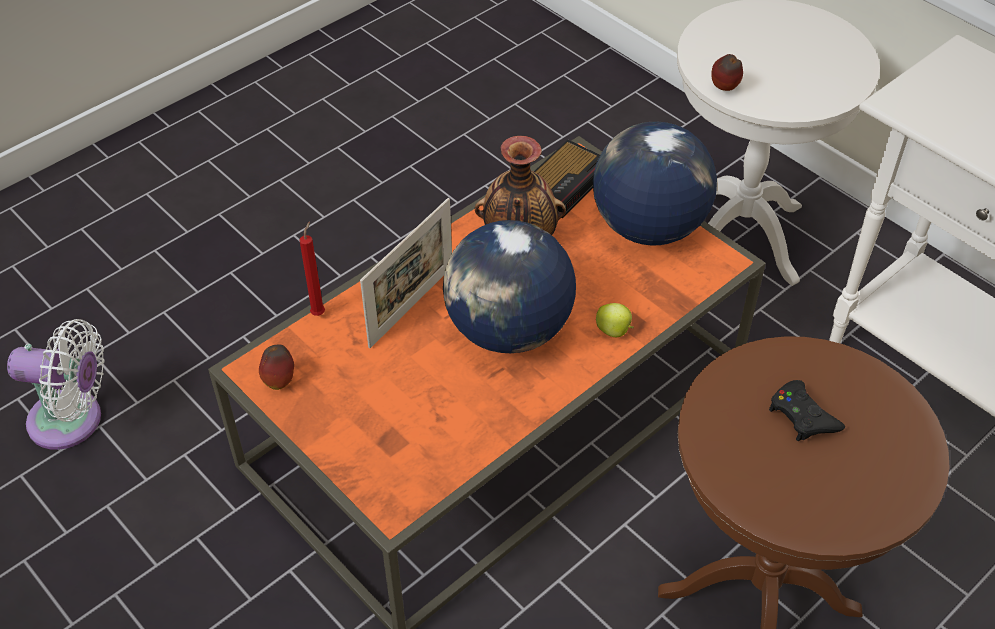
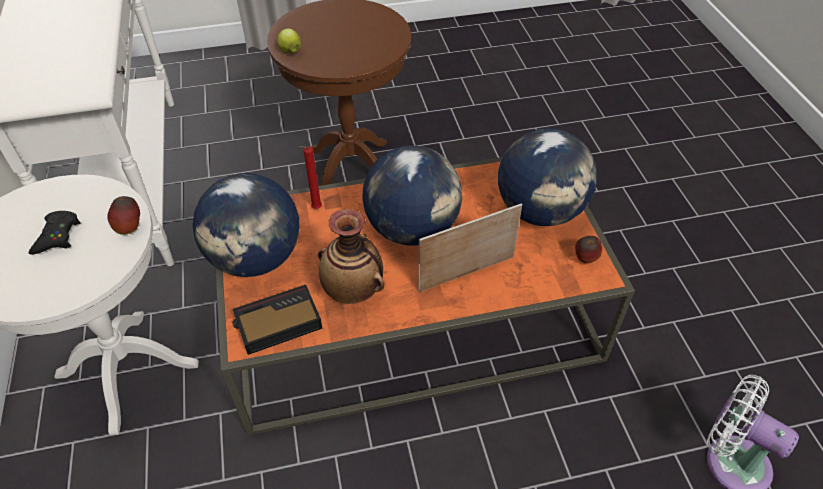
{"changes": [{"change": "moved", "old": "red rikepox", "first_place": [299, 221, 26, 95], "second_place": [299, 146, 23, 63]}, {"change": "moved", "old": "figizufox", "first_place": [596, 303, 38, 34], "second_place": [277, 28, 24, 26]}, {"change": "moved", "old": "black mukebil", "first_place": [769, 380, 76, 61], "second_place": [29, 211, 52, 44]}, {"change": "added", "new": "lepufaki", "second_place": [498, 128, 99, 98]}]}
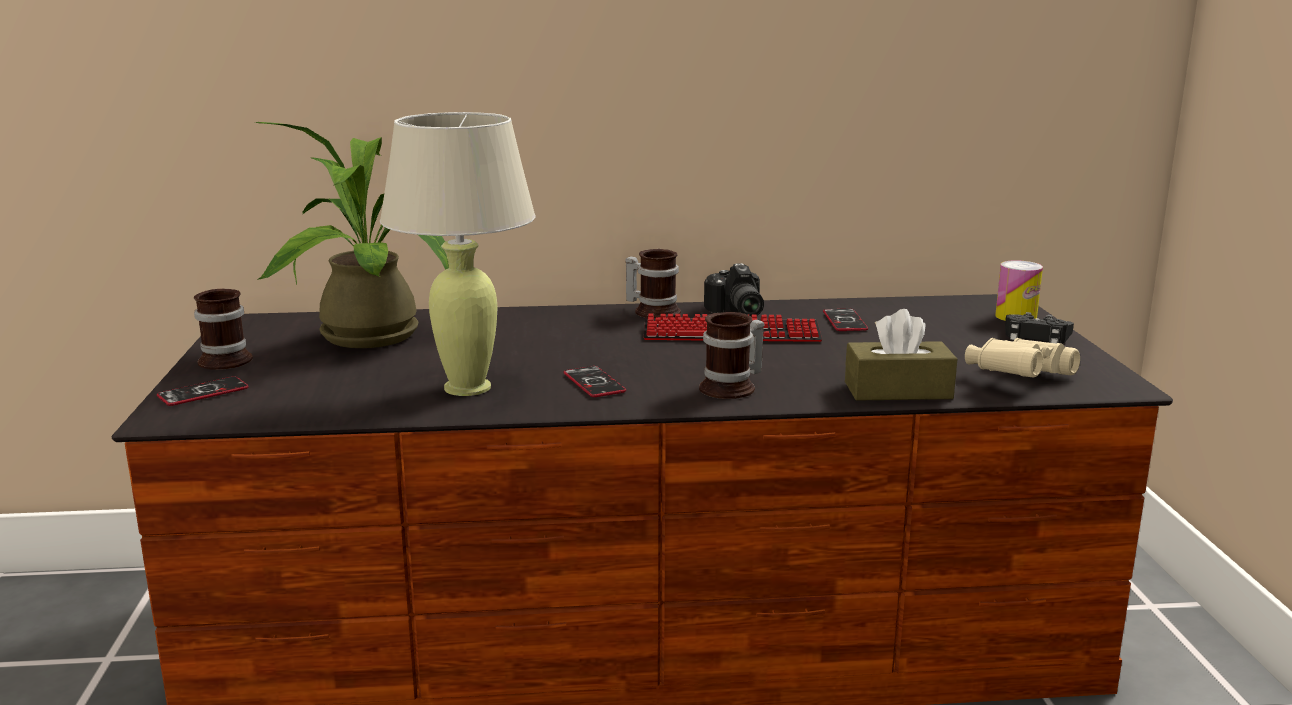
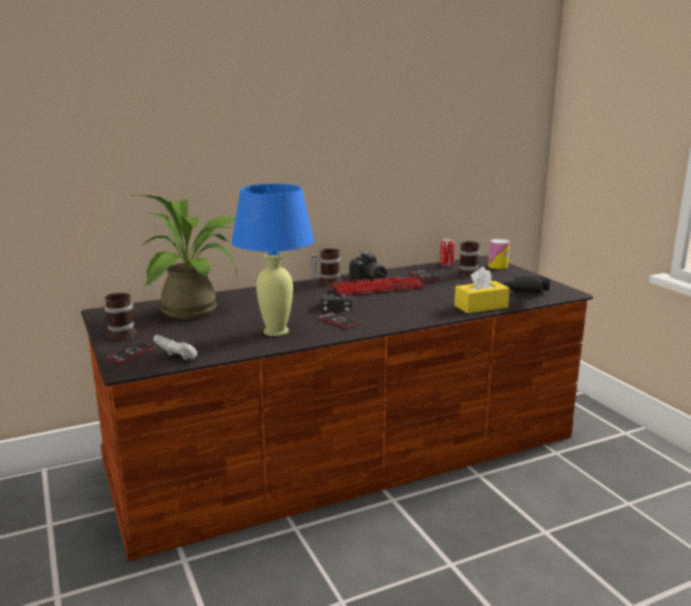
{"changes": [{"change": "recoloured", "old": "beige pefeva", "new": "blue pefeva", "first_place": [380, 112, 156, 284], "second_place": [231, 184, 83, 152]}, {"change": "recoloured", "old": "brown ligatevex", "new": "yellow ligatevex", "first_place": [845, 309, 112, 92], "second_place": [454, 267, 56, 46]}, {"change": "moved", "old": "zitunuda", "first_place": [699, 312, 65, 87], "second_place": [456, 241, 24, 36]}, {"change": "moved", "old": "black mukebil", "first_place": [1005, 312, 69, 32], "second_place": [320, 294, 36, 17]}, {"change": "recoloured", "old": "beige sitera", "new": "black sitera", "first_place": [965, 338, 115, 40], "second_place": [503, 276, 47, 17]}, {"change": "added", "new": "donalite", "second_place": [440, 239, 15, 27]}, {"change": "added", "new": "white mukebil", "second_place": [153, 335, 44, 26]}]}
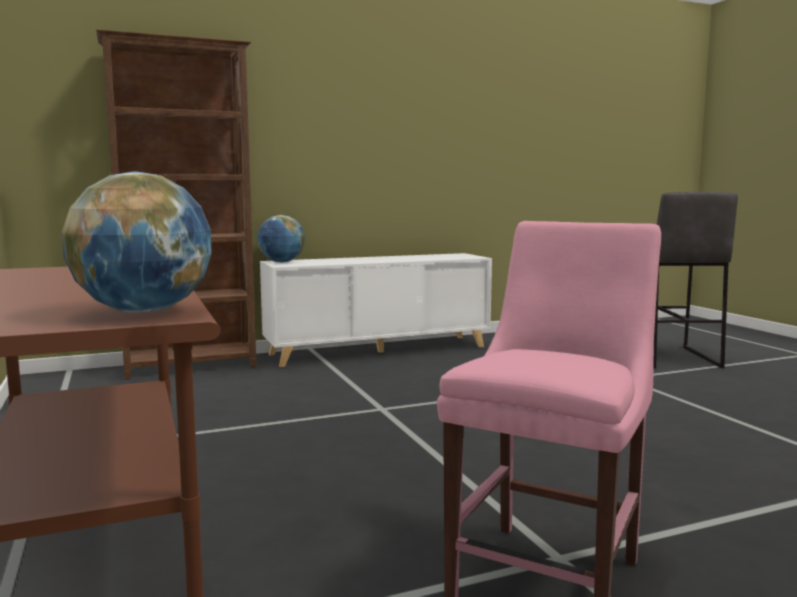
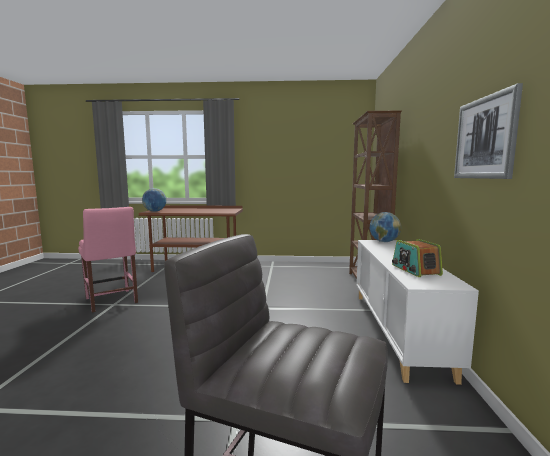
{"changes": [{"change": "added", "new": "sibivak", "second_place": [454, 83, 69, 96]}, {"change": "added", "new": "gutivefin", "second_place": [392, 239, 51, 38]}]}
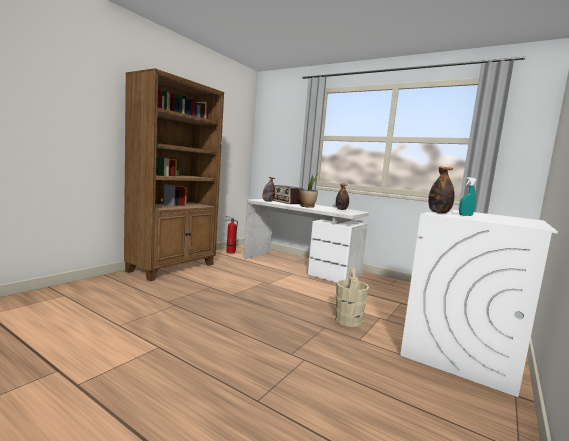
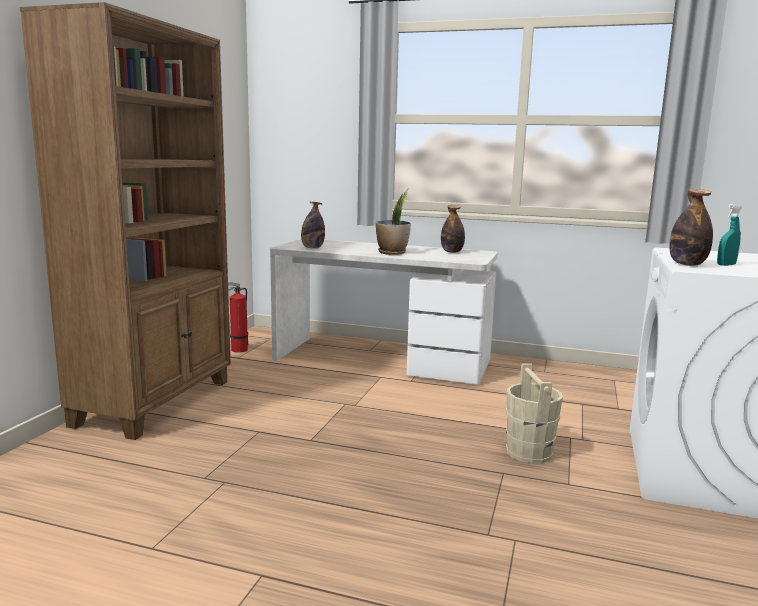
{"changes": [{"change": "removed", "old": "gutivefin", "first_place": [273, 185, 30, 19]}]}
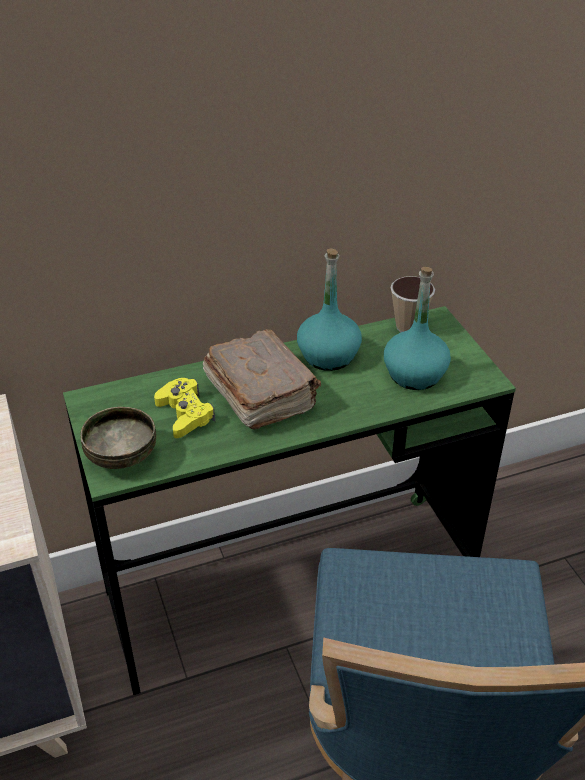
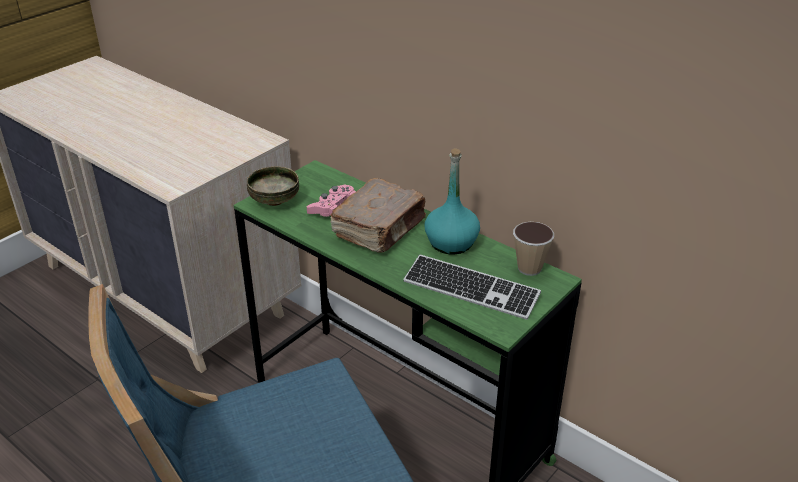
{"changes": [{"change": "replaced", "old": "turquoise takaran", "new": "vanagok", "first_place": [384, 267, 67, 123], "second_place": [403, 255, 138, 65]}, {"change": "recoloured", "old": "yellow mukebil", "new": "pink mukebil", "first_place": [154, 378, 61, 60], "second_place": [307, 184, 49, 33]}]}
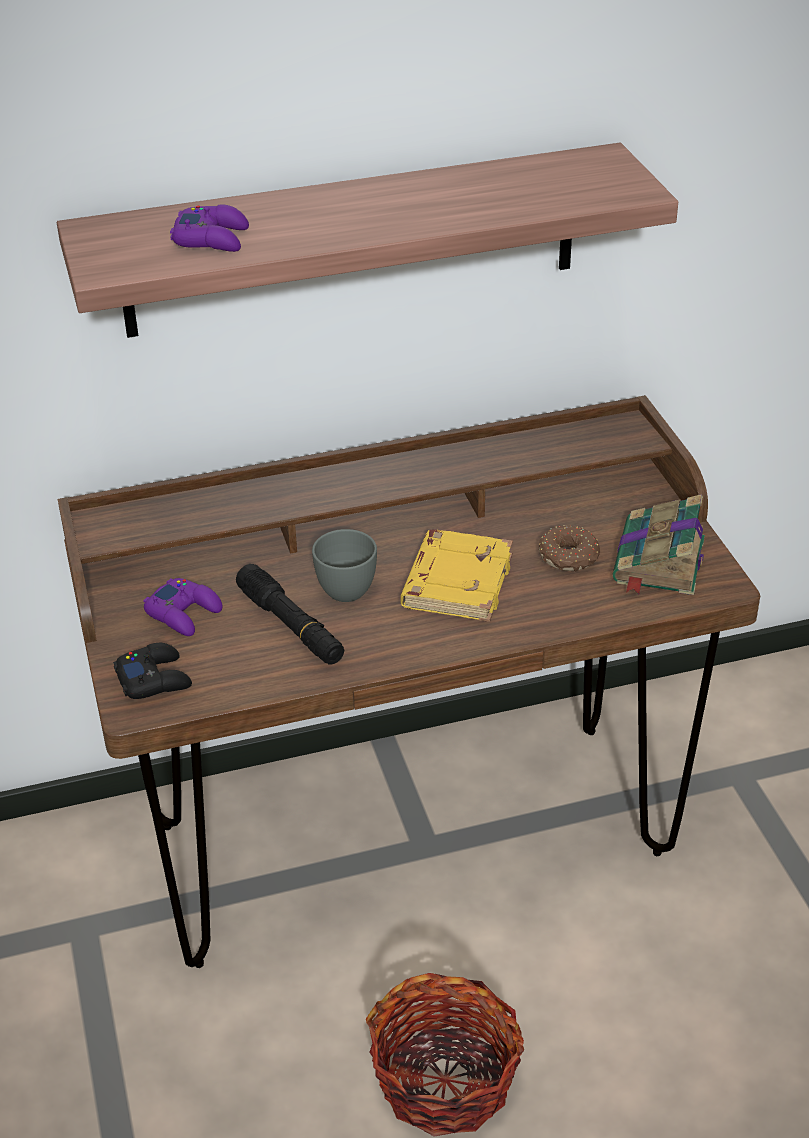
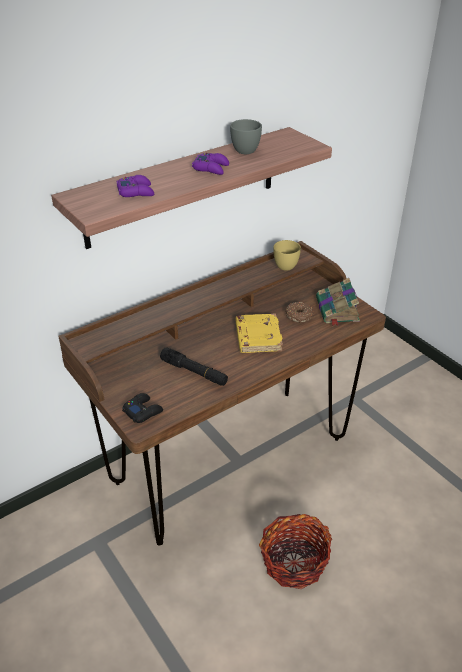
{"changes": [{"change": "moved", "old": "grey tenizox", "first_place": [312, 529, 65, 73], "second_place": [230, 119, 32, 35]}, {"change": "moved", "old": "purple mukebil", "first_place": [143, 578, 80, 58], "second_place": [192, 153, 37, 22]}, {"change": "added", "new": "yellow tenizox", "second_place": [273, 240, 28, 31]}]}
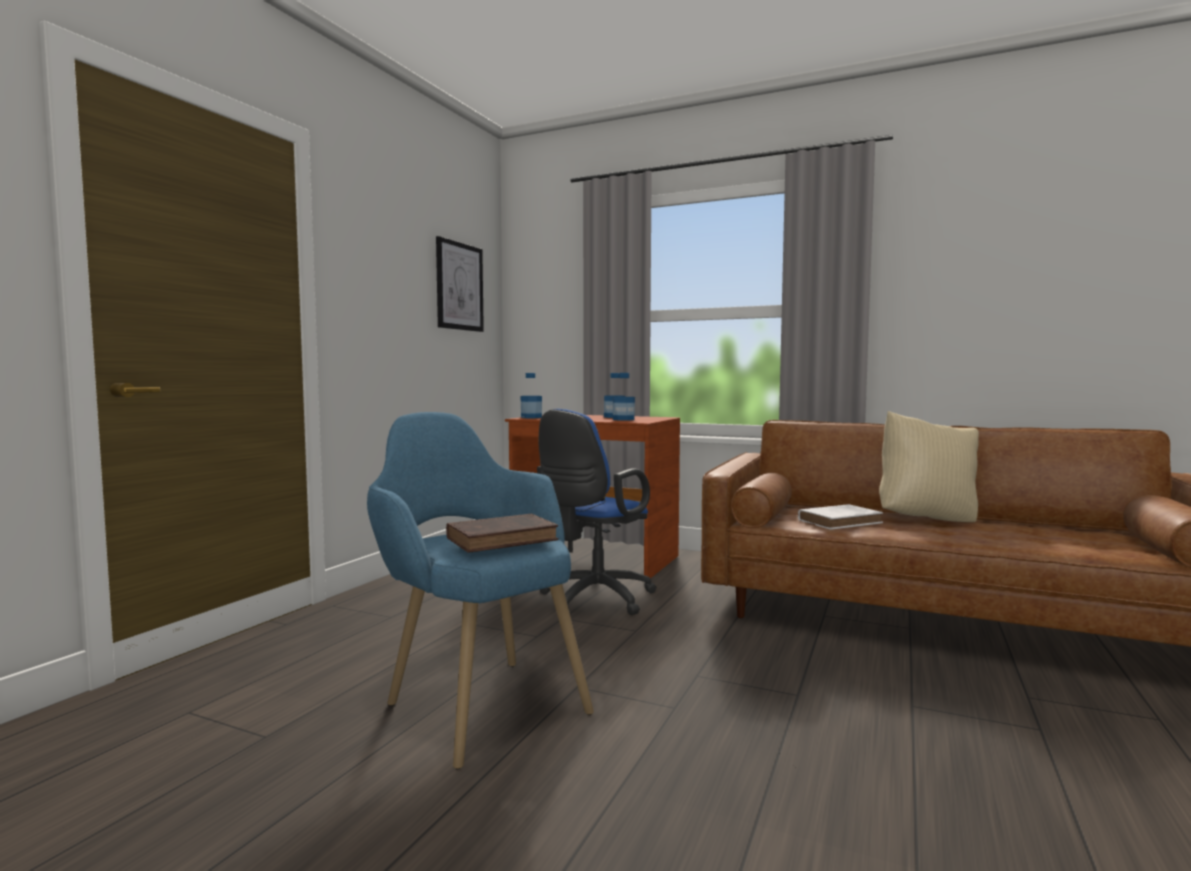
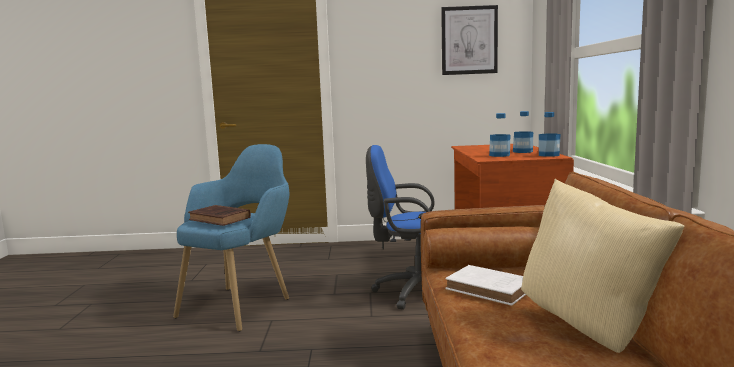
{"changes": [{"change": "moved", "old": "takaran", "first_place": [521, 373, 21, 45], "second_place": [539, 112, 21, 45]}]}
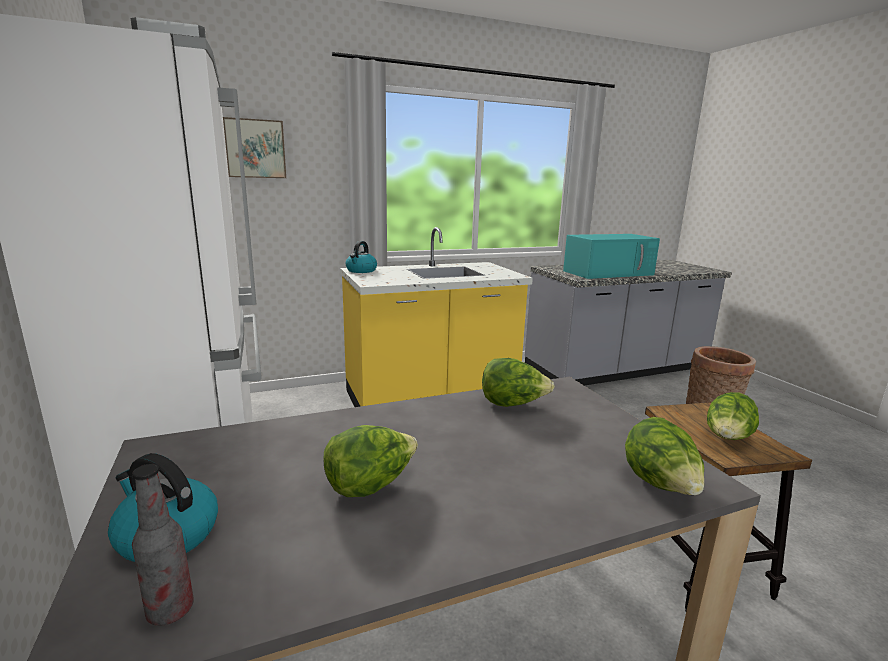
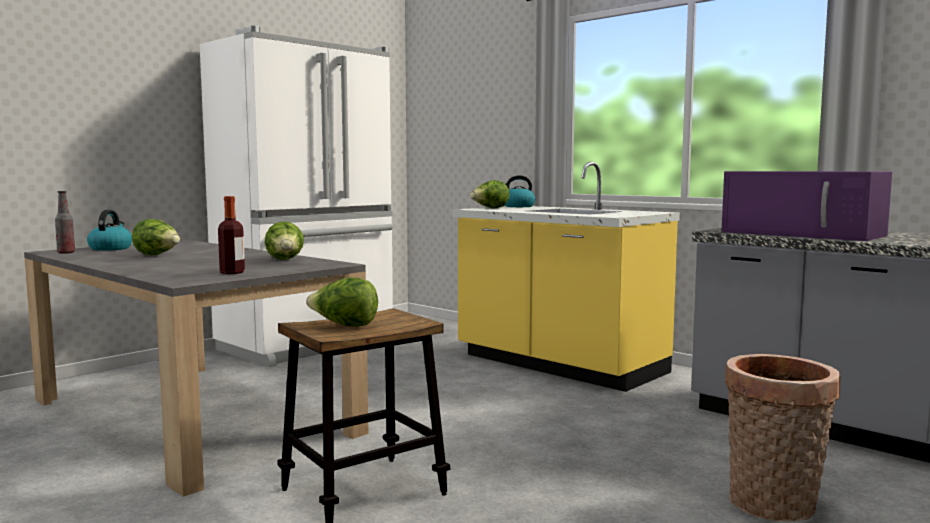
{"changes": [{"change": "removed", "old": "sibivak", "first_place": [223, 117, 63, 61]}, {"change": "recoloured", "old": "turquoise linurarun", "new": "purple linurarun", "first_place": [563, 234, 97, 45], "second_place": [721, 171, 171, 70]}, {"change": "moved", "old": "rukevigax", "first_place": [625, 417, 79, 78], "second_place": [470, 180, 39, 29]}, {"change": "added", "new": "takaran", "second_place": [218, 196, 27, 78]}]}
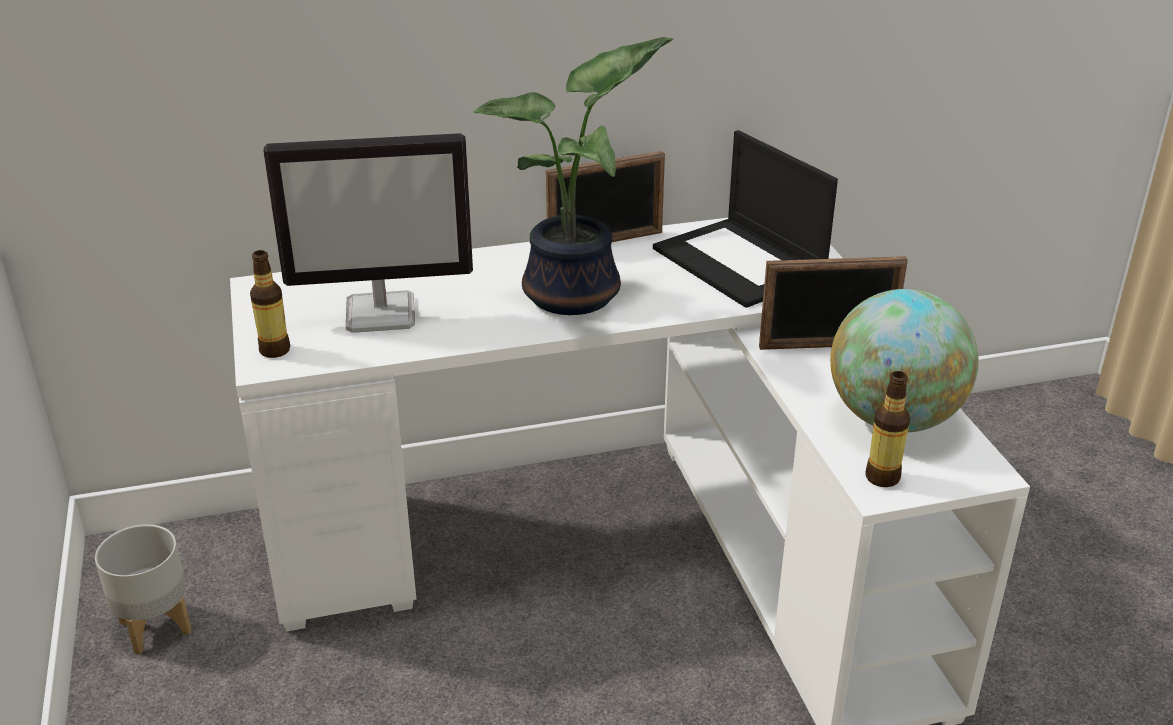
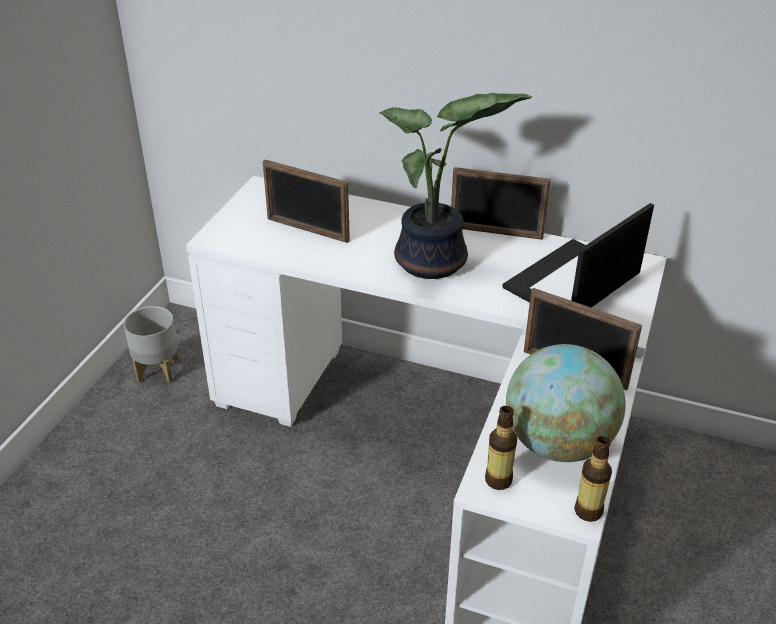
{"changes": [{"change": "turned", "old": "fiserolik", "first_place": [653, 130, 185, 178], "second_place": [502, 203, 152, 105], "degrees": 45}, {"change": "replaced", "old": "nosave", "new": "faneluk", "first_place": [263, 133, 210, 200], "second_place": [263, 160, 87, 83]}, {"change": "moved", "old": "takaran", "first_place": [250, 250, 40, 108], "second_place": [574, 436, 38, 86]}]}
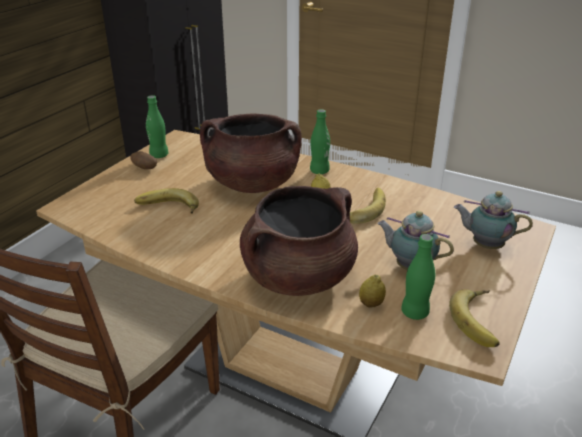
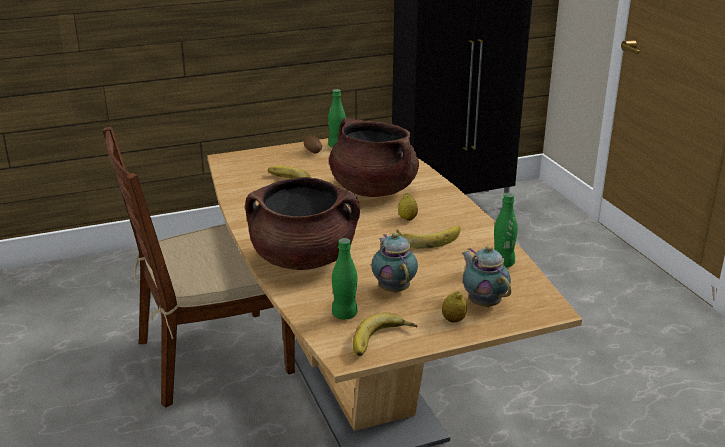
{"changes": [{"change": "moved", "old": "green takaran", "first_place": [310, 109, 20, 65], "second_place": [494, 193, 24, 74]}, {"change": "moved", "old": "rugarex", "first_place": [359, 275, 27, 33], "second_place": [442, 291, 25, 32]}]}
